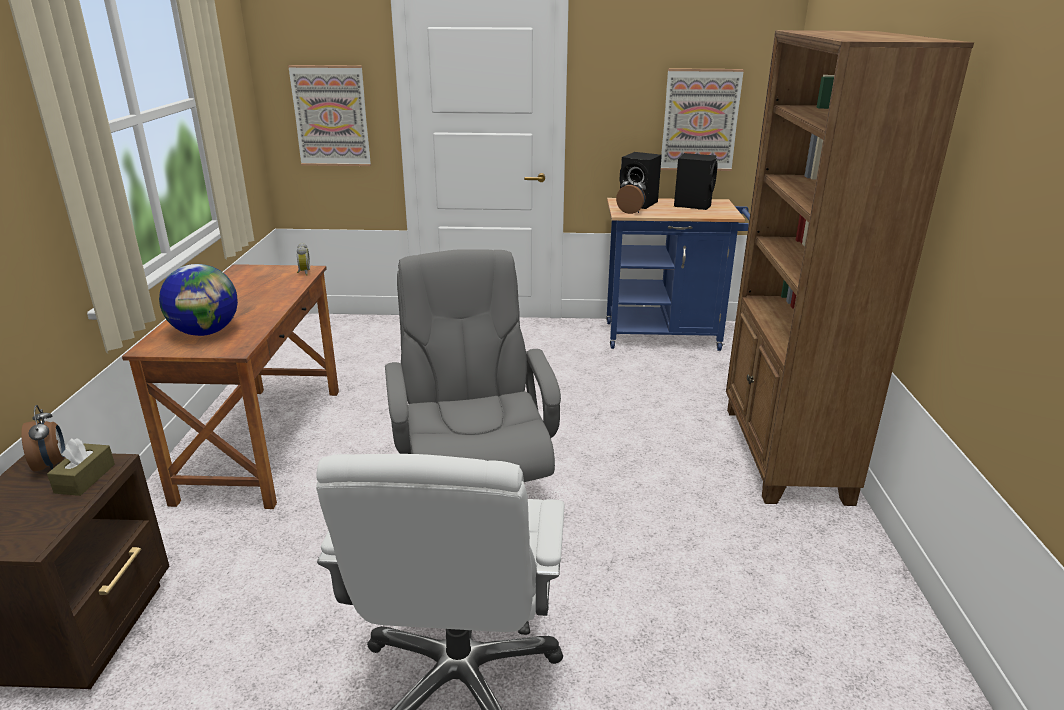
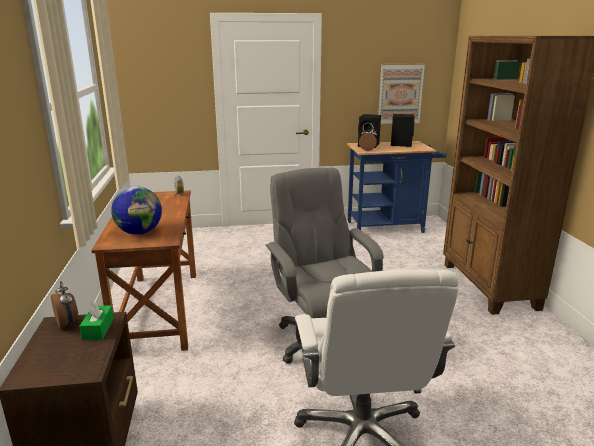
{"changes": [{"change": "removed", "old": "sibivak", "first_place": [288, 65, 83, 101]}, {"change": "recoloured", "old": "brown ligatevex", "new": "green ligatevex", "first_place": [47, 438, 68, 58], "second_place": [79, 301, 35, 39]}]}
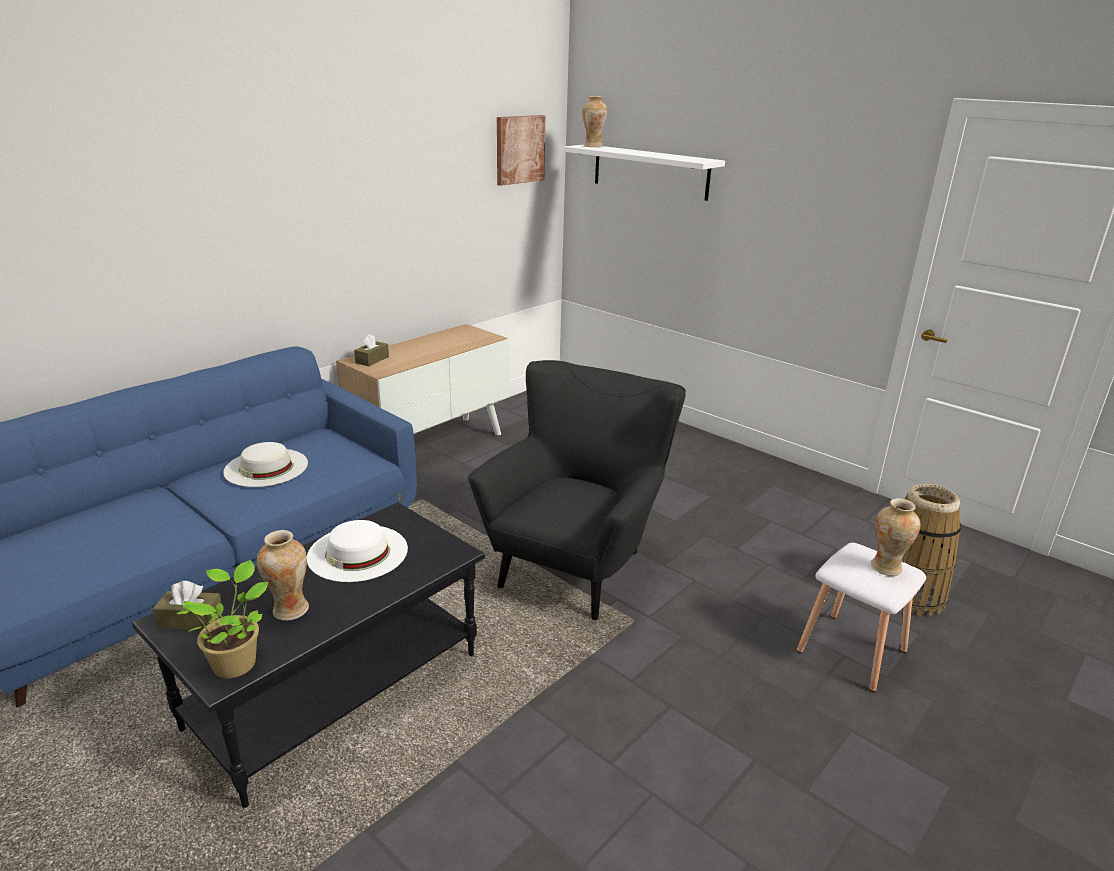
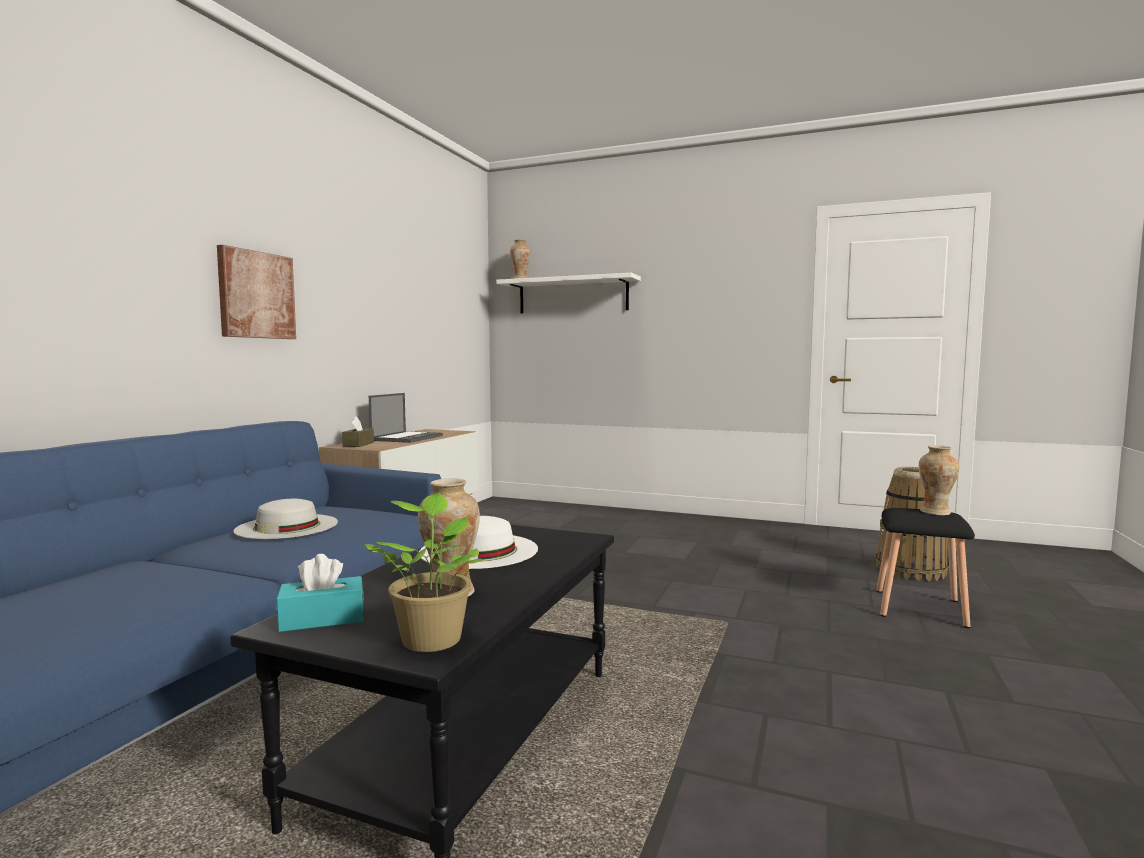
{"changes": [{"change": "moved", "old": "sibivak", "first_place": [497, 115, 48, 71], "second_place": [217, 245, 79, 94]}, {"change": "removed", "old": "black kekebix", "first_place": [468, 360, 218, 260]}, {"change": "recoloured", "old": "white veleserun", "new": "black veleserun", "first_place": [797, 543, 129, 149], "second_place": [876, 508, 99, 120]}, {"change": "recoloured", "old": "brown ligatevex", "new": "turquoise ligatevex", "first_place": [153, 581, 70, 49], "second_place": [276, 554, 88, 78]}, {"change": "added", "new": "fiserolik", "second_place": [369, 393, 74, 50]}]}
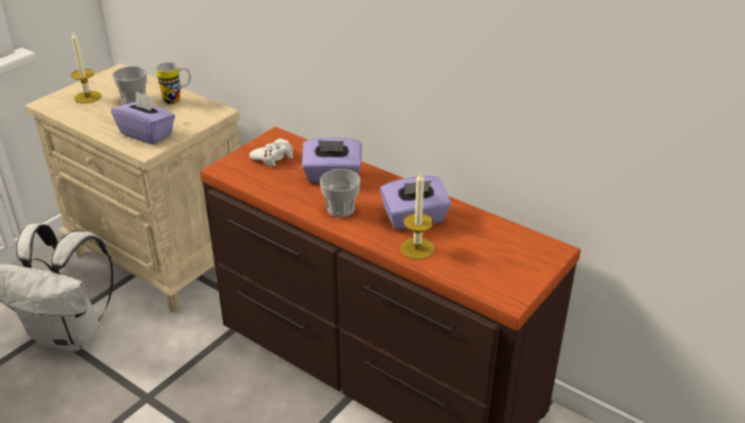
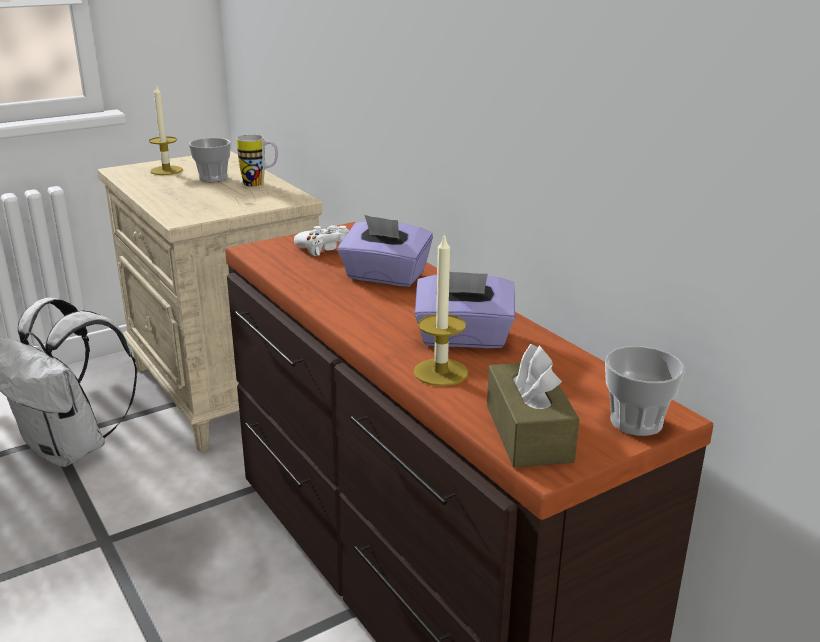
{"changes": [{"change": "removed", "old": "purple ligatevex", "first_place": [111, 91, 64, 54]}, {"change": "moved", "old": "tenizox", "first_place": [320, 169, 41, 48], "second_place": [605, 346, 80, 90]}, {"change": "added", "new": "brown ligatevex", "second_place": [487, 344, 92, 124]}]}
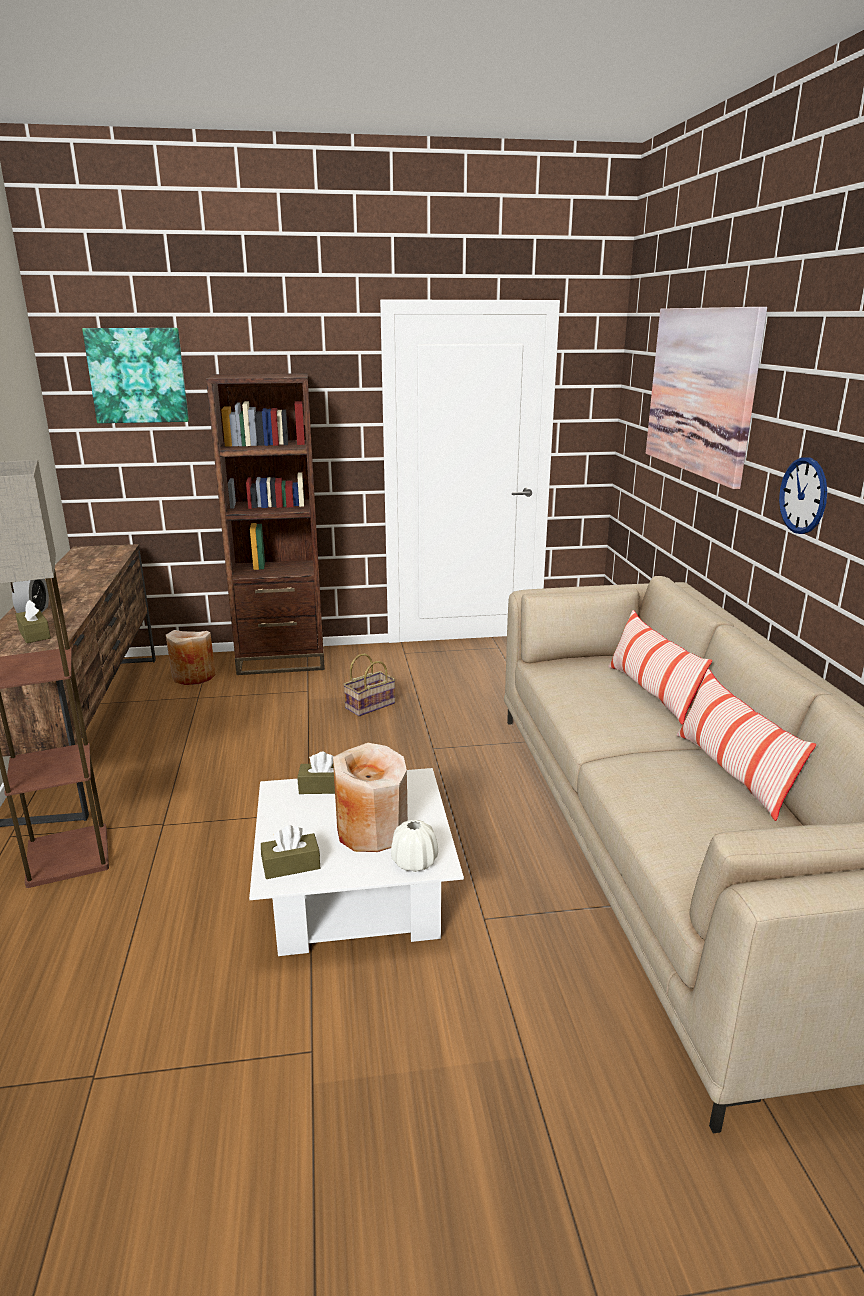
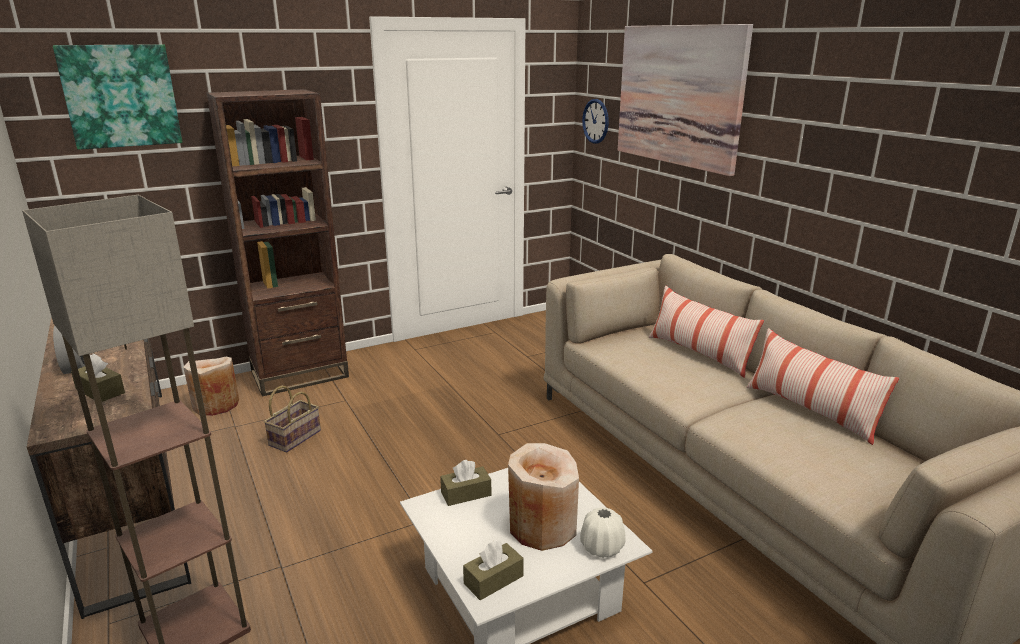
{"changes": [{"change": "moved", "old": "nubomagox", "first_place": [779, 457, 48, 77], "second_place": [582, 99, 27, 45]}, {"change": "moved", "old": "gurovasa", "first_place": [343, 653, 53, 63], "second_place": [264, 386, 57, 67]}]}
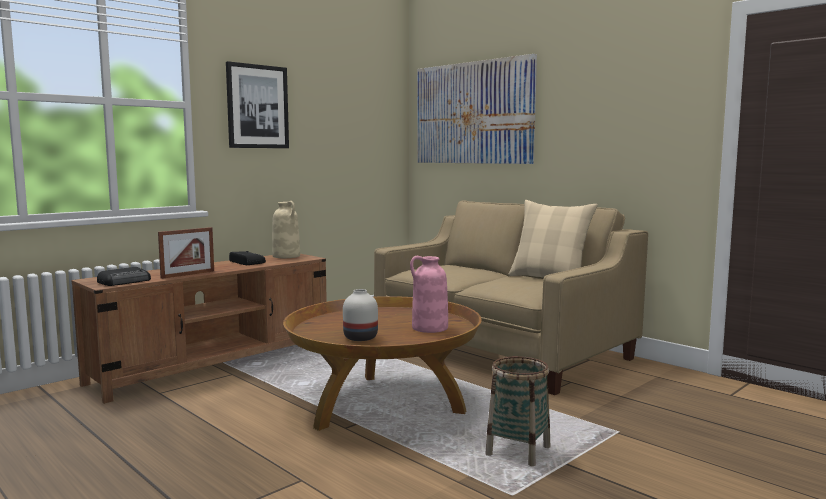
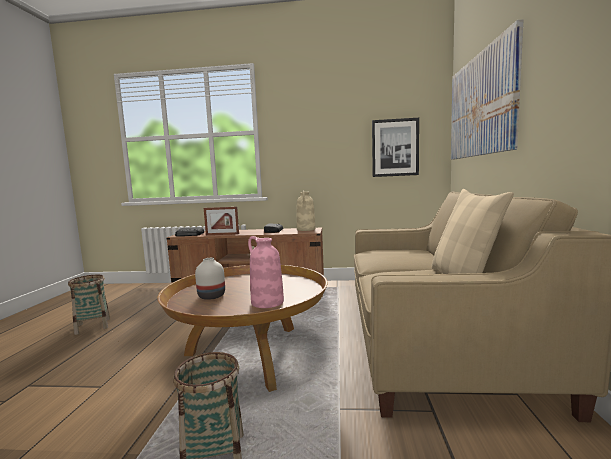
{"changes": [{"change": "moved", "old": "sibivak", "first_place": [226, 61, 63, 87], "second_place": [372, 118, 47, 59]}, {"change": "added", "new": "gurovasa", "second_place": [68, 275, 42, 60]}]}
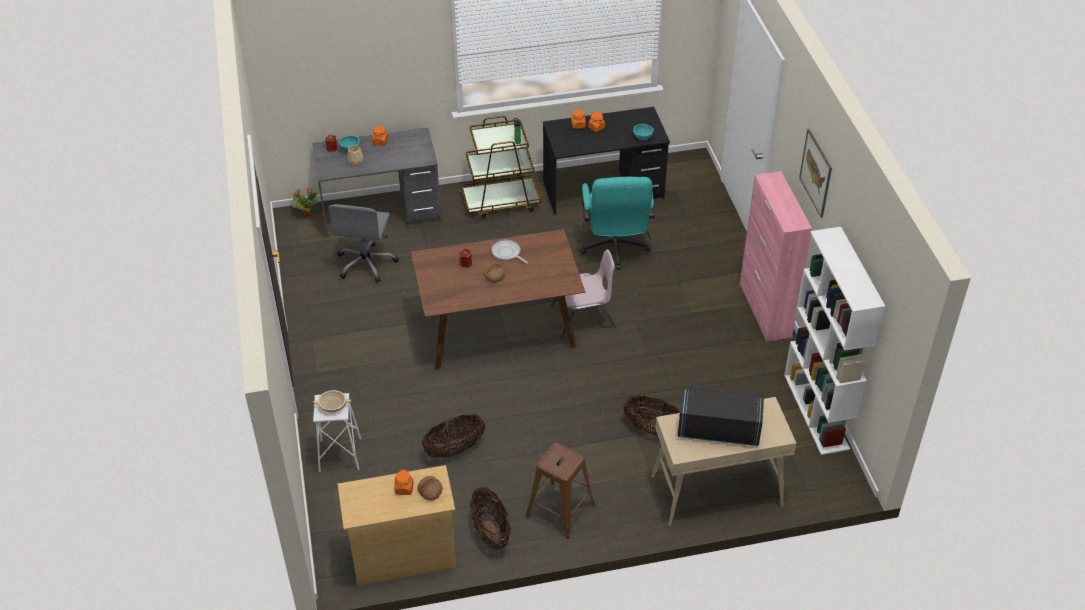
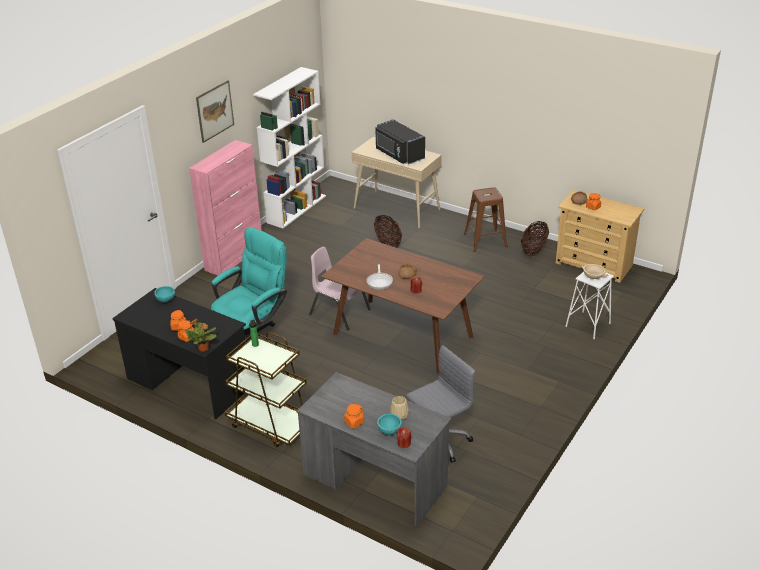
{"changes": [{"change": "moved", "old": "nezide", "first_place": [292, 188, 25, 29], "second_place": [185, 319, 32, 33]}, {"change": "removed", "old": "gurovasa", "first_place": [421, 415, 64, 43]}]}
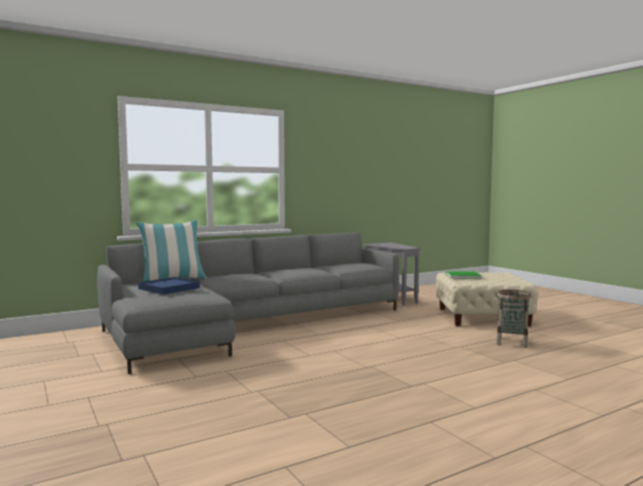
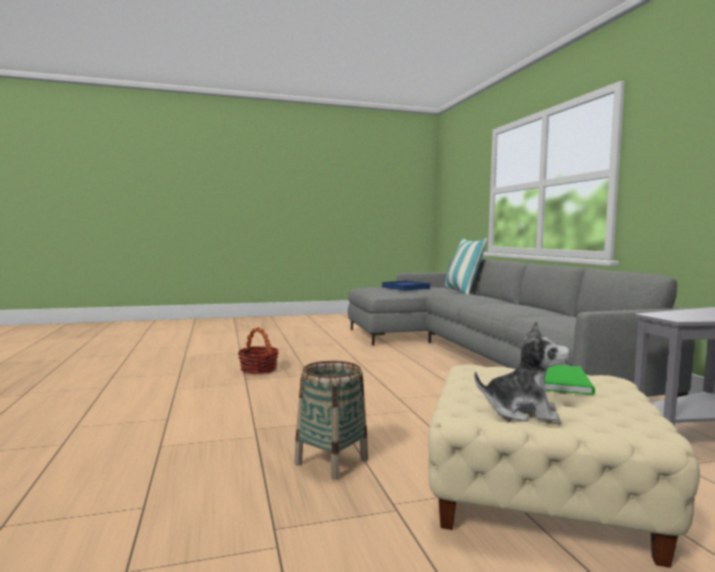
{"changes": [{"change": "added", "new": "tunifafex", "second_place": [474, 321, 96, 101]}, {"change": "added", "new": "gurovasa", "second_place": [238, 327, 41, 47]}]}
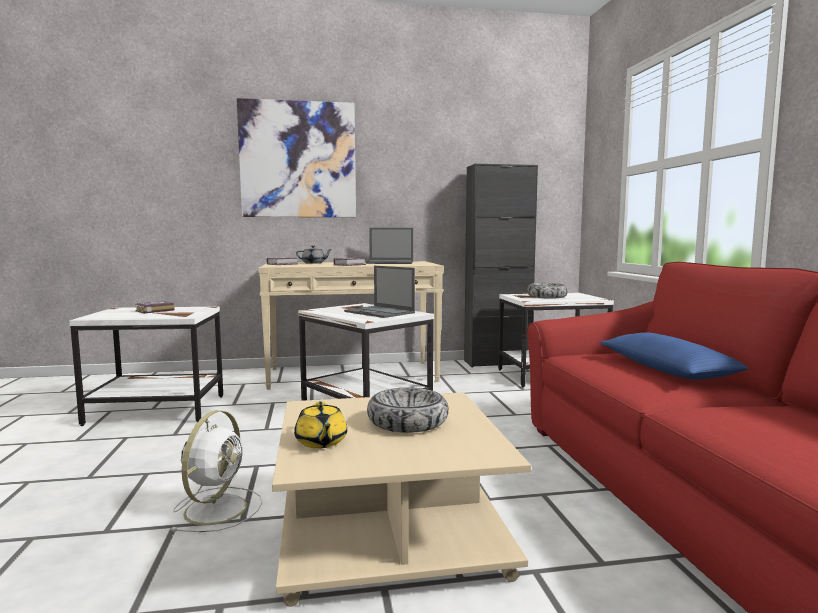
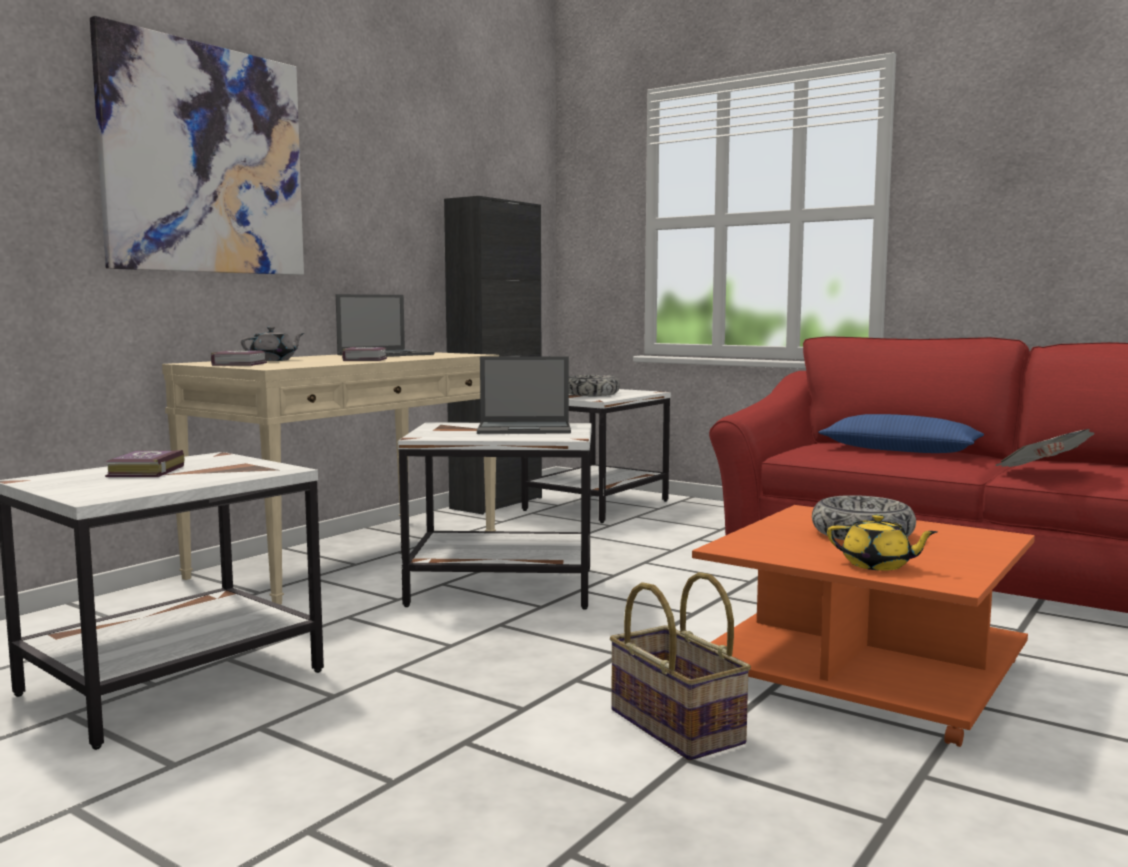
{"changes": [{"change": "recoloured", "old": "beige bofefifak", "new": "orange bofefifak", "first_place": [272, 392, 259, 215], "second_place": [692, 505, 343, 242]}, {"change": "replaced", "old": "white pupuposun", "new": "gurovasa", "first_place": [170, 410, 92, 122], "second_place": [609, 572, 142, 189]}, {"change": "added", "new": "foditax", "second_place": [995, 429, 99, 38]}]}
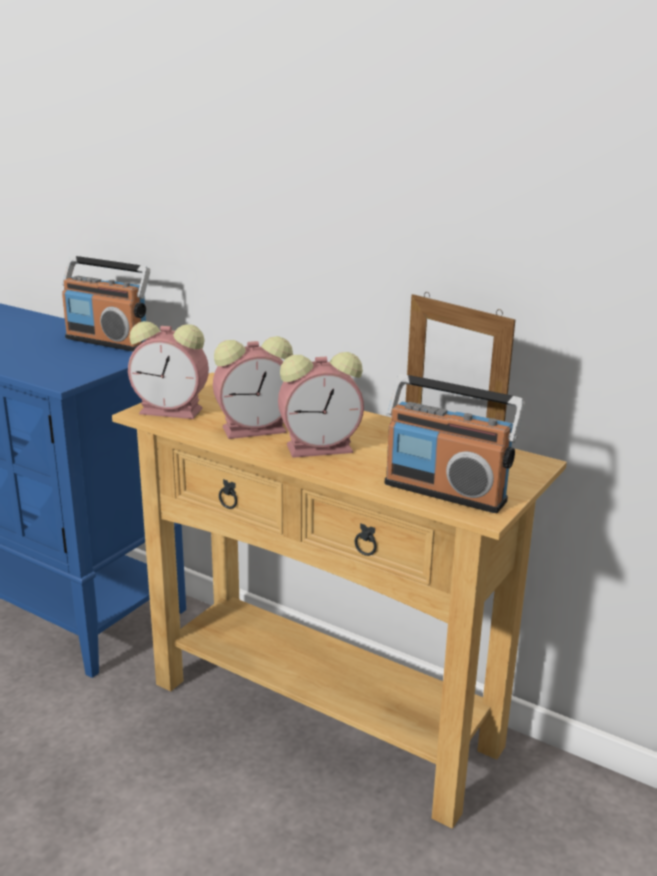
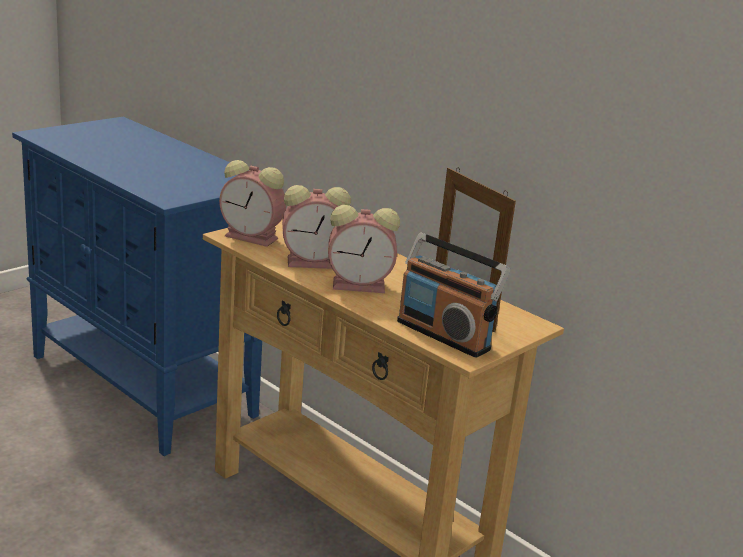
{"changes": [{"change": "removed", "old": "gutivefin", "first_place": [62, 256, 88, 96]}]}
